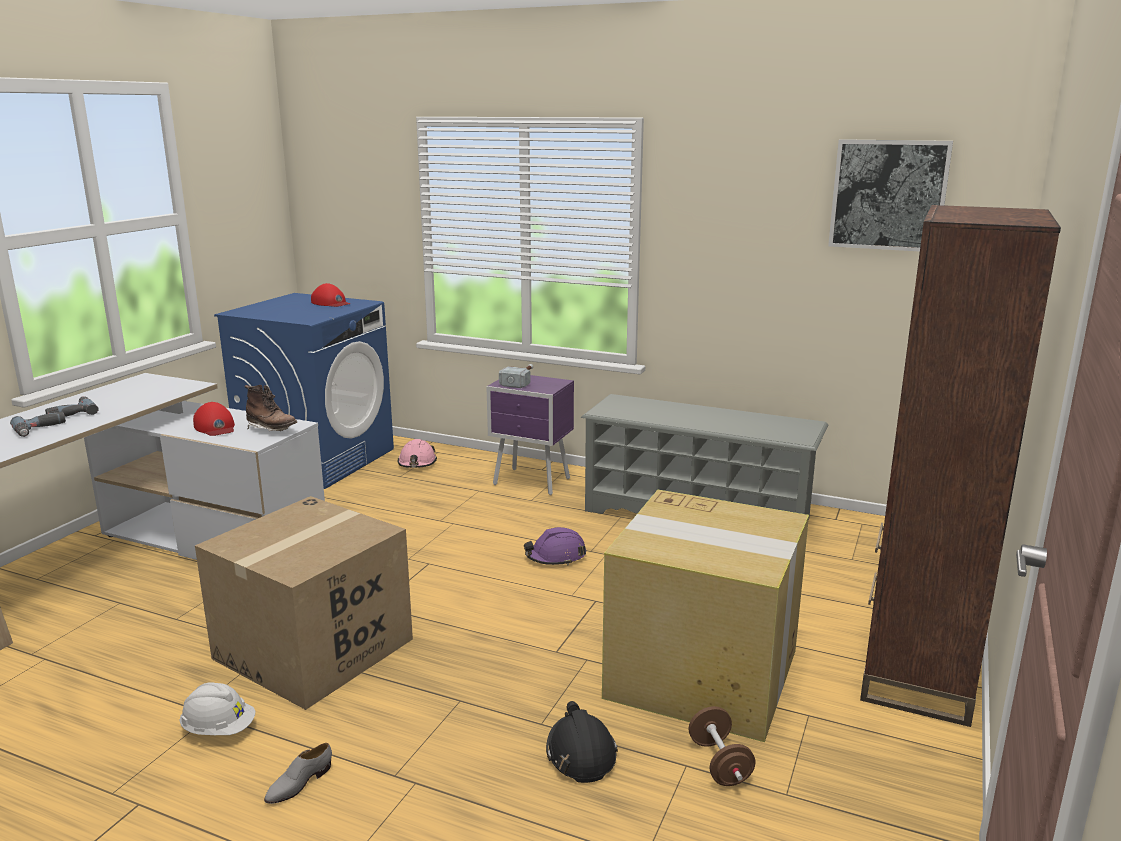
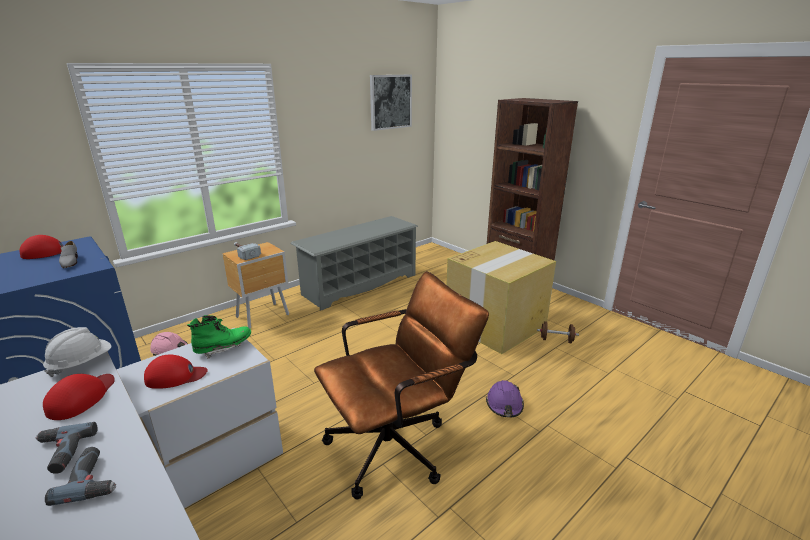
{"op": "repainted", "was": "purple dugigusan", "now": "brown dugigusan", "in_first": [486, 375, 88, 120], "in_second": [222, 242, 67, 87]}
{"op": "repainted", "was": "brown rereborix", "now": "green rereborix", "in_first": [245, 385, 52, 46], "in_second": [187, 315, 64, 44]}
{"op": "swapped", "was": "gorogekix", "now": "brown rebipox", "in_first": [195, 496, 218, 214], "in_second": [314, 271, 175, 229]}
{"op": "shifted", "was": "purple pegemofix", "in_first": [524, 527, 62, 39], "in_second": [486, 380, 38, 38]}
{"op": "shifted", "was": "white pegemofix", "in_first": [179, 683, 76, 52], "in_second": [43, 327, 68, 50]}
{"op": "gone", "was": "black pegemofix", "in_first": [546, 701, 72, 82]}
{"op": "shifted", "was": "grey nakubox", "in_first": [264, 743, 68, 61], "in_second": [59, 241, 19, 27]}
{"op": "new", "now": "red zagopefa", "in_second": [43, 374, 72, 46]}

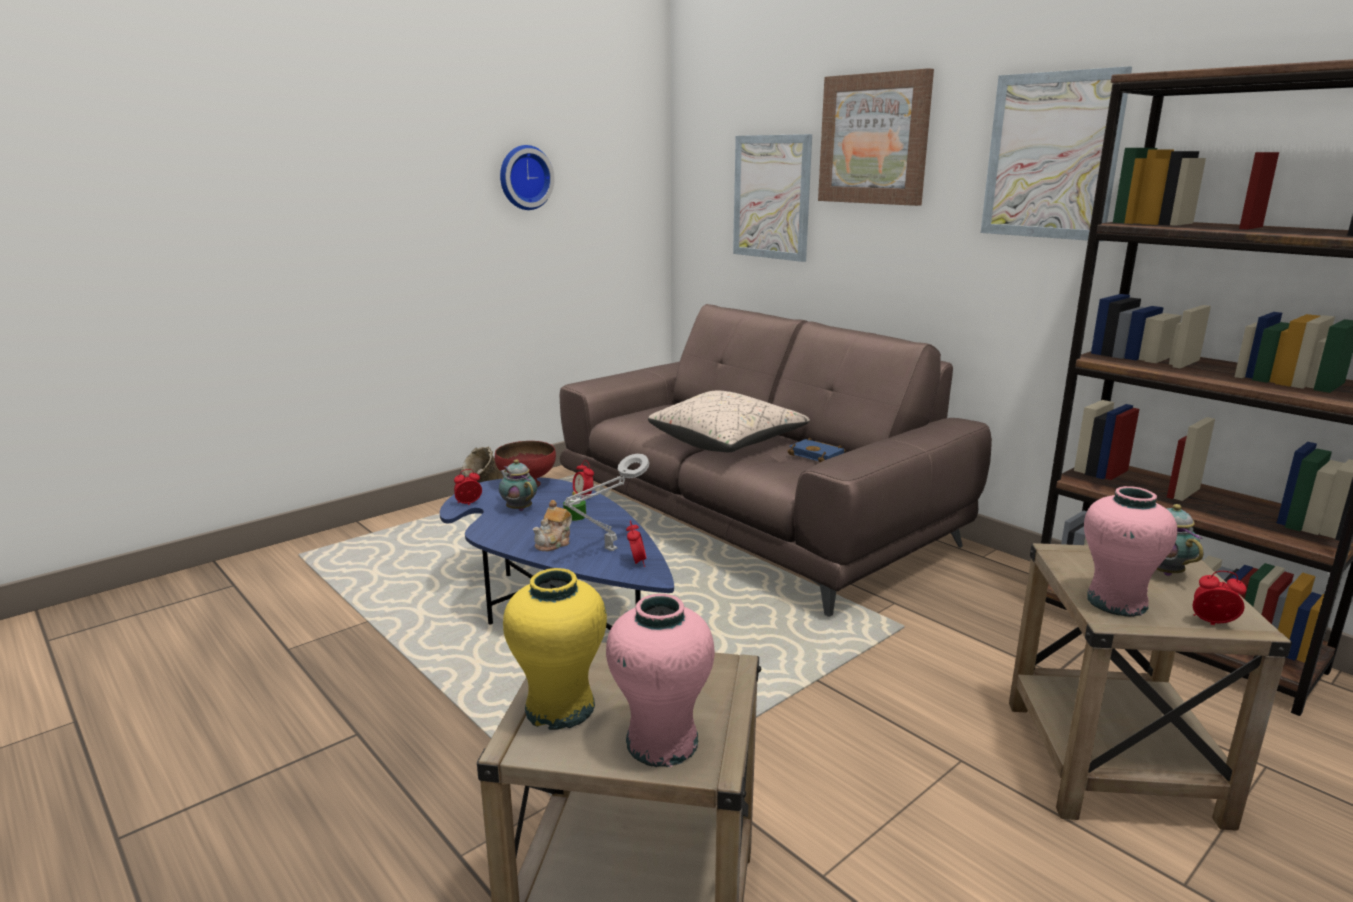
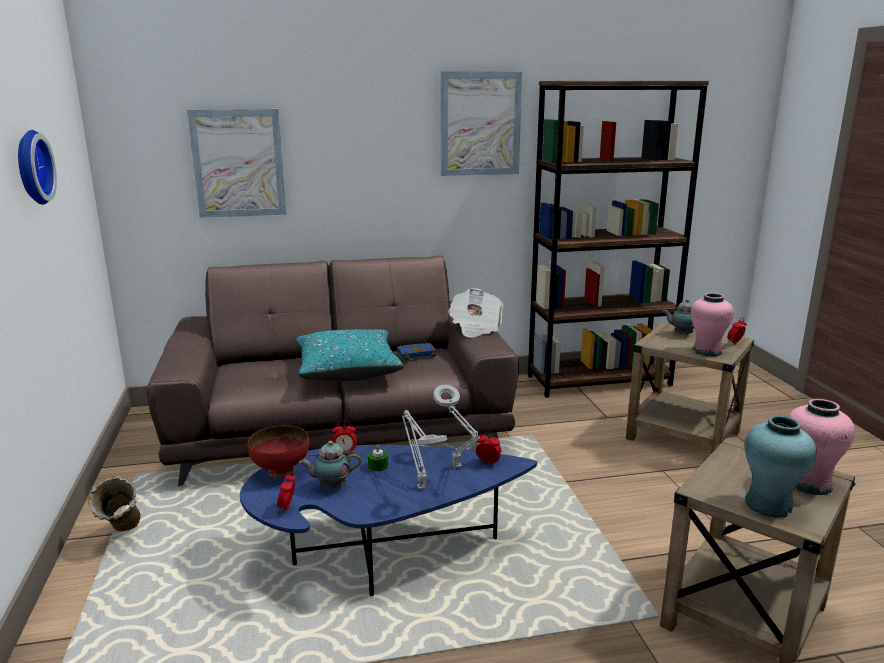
{"op": "gone", "was": "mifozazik", "in_first": [818, 68, 116, 138]}
{"op": "repainted", "was": "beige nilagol", "now": "turquoise nilagol", "in_first": [648, 390, 162, 62], "in_second": [296, 329, 108, 52]}
{"op": "swapped", "was": "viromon", "now": "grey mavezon", "in_first": [533, 500, 39, 51], "in_second": [402, 410, 45, 80]}
{"op": "repainted", "was": "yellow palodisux", "now": "turquoise palodisux", "in_first": [503, 568, 104, 162], "in_second": [744, 415, 73, 103]}
{"op": "new", "now": "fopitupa", "in_second": [448, 288, 56, 49]}

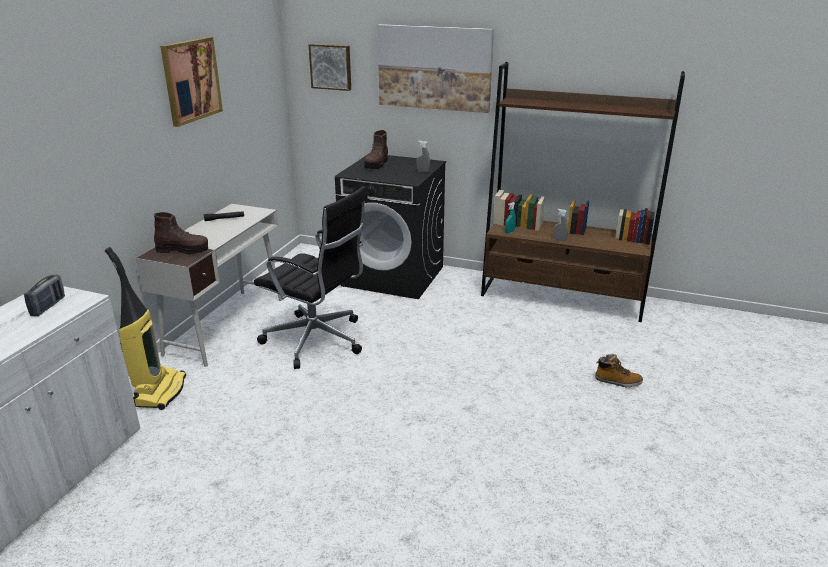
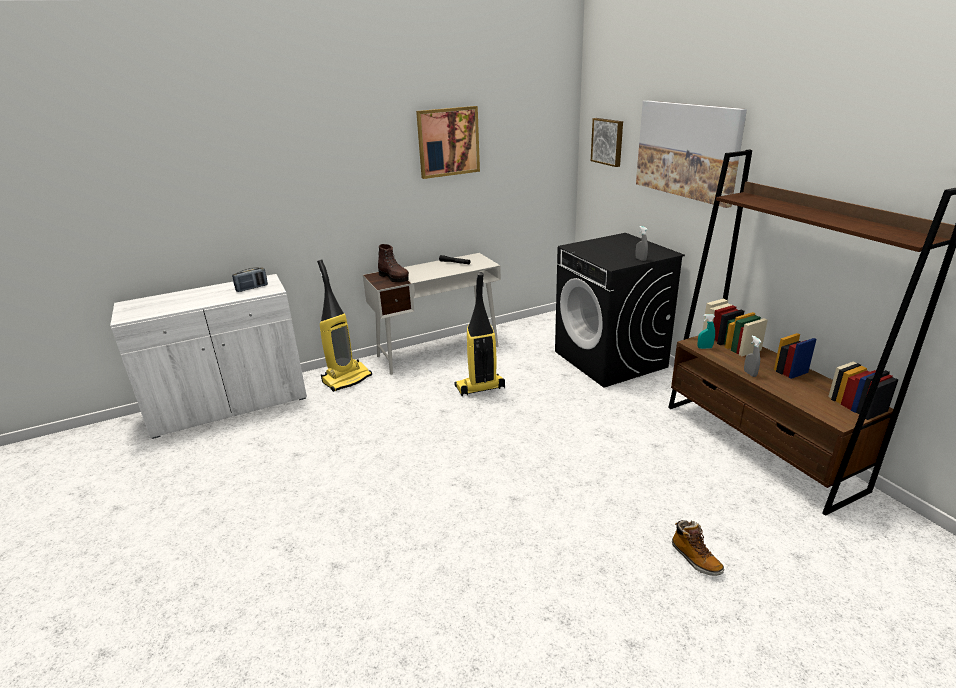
{"op": "gone", "was": "brown rereborix", "in_first": [364, 130, 24, 39]}
{"op": "swapped", "was": "black rebipox", "now": "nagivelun", "in_first": [254, 186, 114, 183], "in_second": [454, 272, 51, 124]}

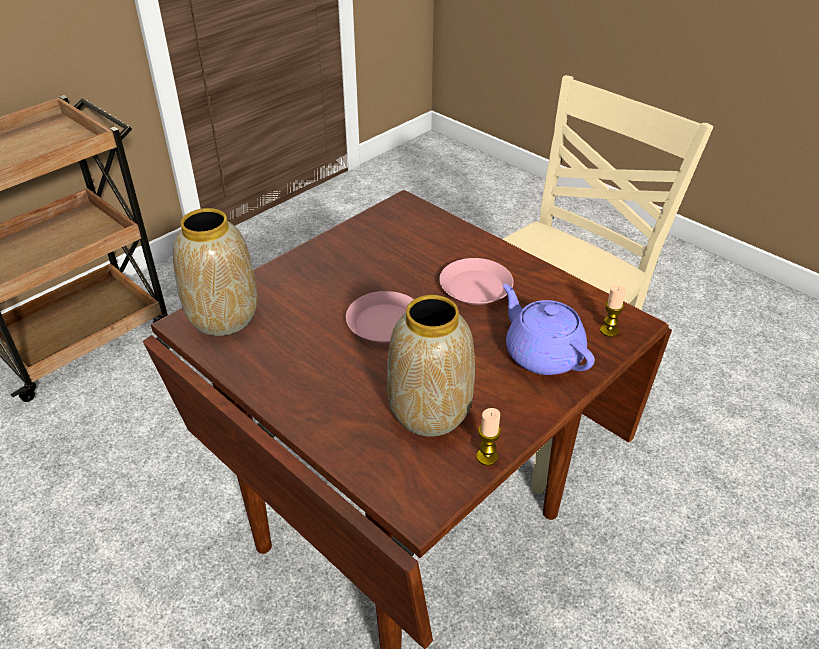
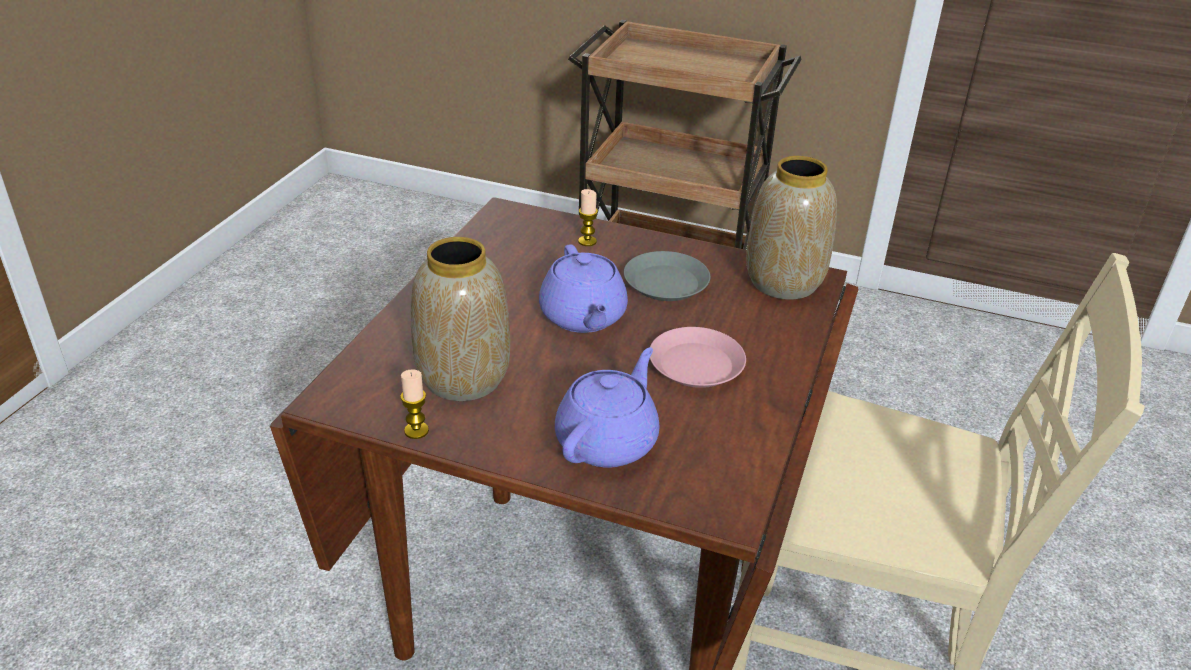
{"op": "shifted", "was": "palodisux", "in_first": [173, 208, 85, 128], "in_second": [746, 156, 91, 144]}
{"op": "shifted", "was": "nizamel", "in_first": [600, 285, 26, 52], "in_second": [578, 189, 20, 57]}
{"op": "swapped", "was": "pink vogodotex", "now": "purple viromon", "in_first": [346, 291, 68, 52], "in_second": [539, 244, 89, 89]}
{"op": "new", "now": "grey vogodotex", "in_second": [624, 251, 86, 50]}

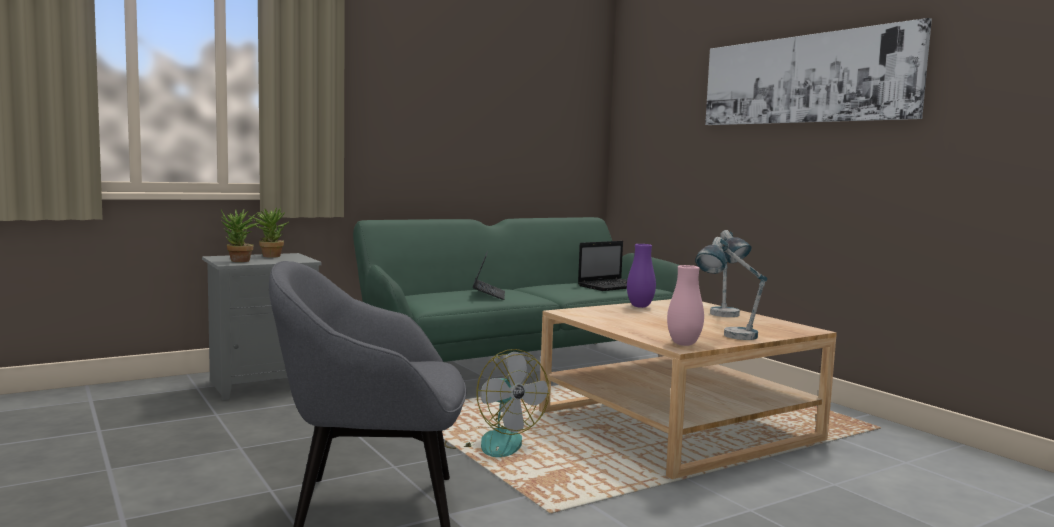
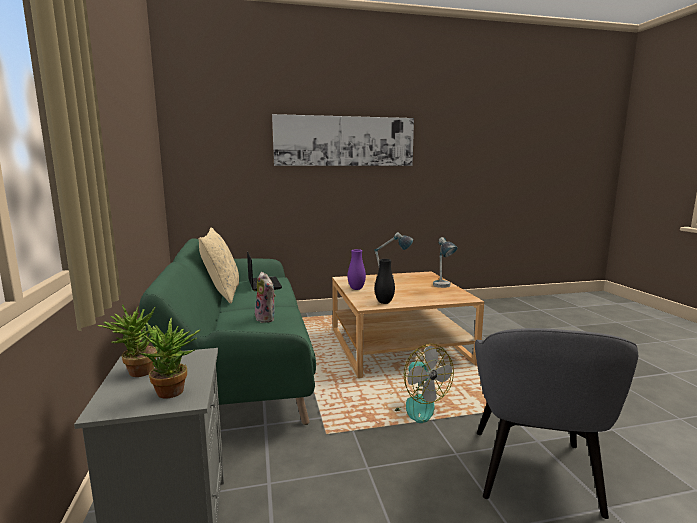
{"op": "swapped", "was": "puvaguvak", "now": "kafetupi", "in_first": [473, 250, 32, 50], "in_second": [255, 272, 21, 51]}
{"op": "gone", "was": "pink palodisux", "in_first": [667, 265, 37, 81]}
{"op": "rotated", "was": "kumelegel", "in_first": [444, 349, 106, 108], "in_second": [394, 344, 60, 79], "clockwise": 75}
{"op": "new", "now": "beige nilagol", "in_second": [198, 227, 41, 77]}
{"op": "new", "now": "black palodisux", "in_second": [375, 259, 20, 45]}

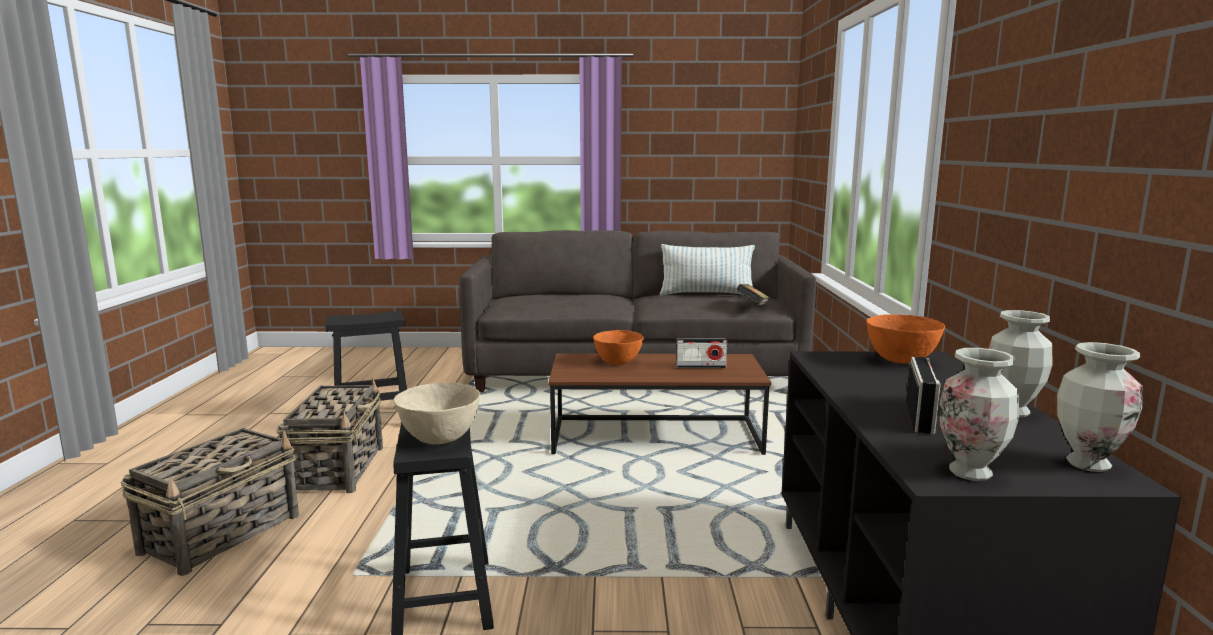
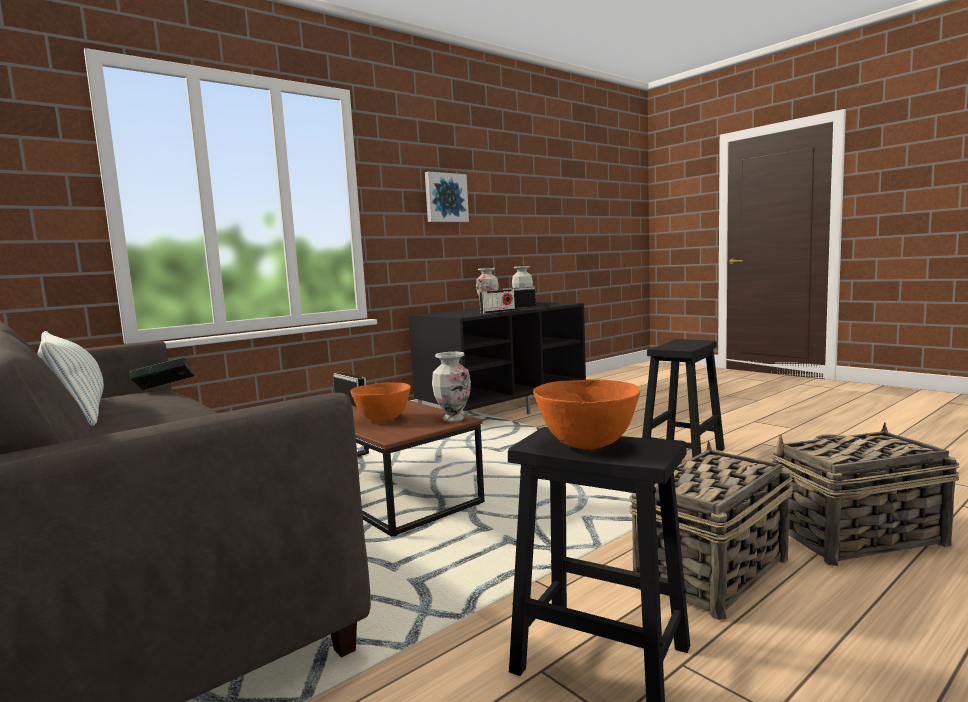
{"op": "shifted", "was": "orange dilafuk", "in_first": [866, 314, 79, 49], "in_second": [533, 379, 107, 70]}
{"op": "shifted", "was": "palodisux", "in_first": [939, 348, 80, 133], "in_second": [432, 352, 39, 70]}
{"op": "gone", "was": "beige dilafuk", "in_first": [394, 382, 86, 63]}
{"op": "new", "now": "mifozazik", "in_second": [425, 172, 44, 50]}
{"op": "new", "now": "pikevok", "in_second": [479, 289, 36, 25]}

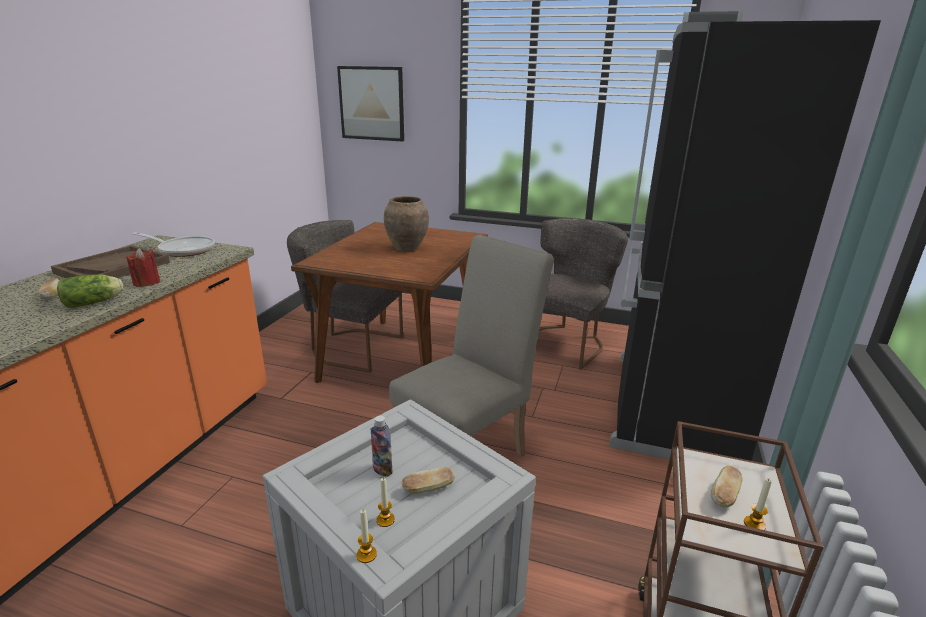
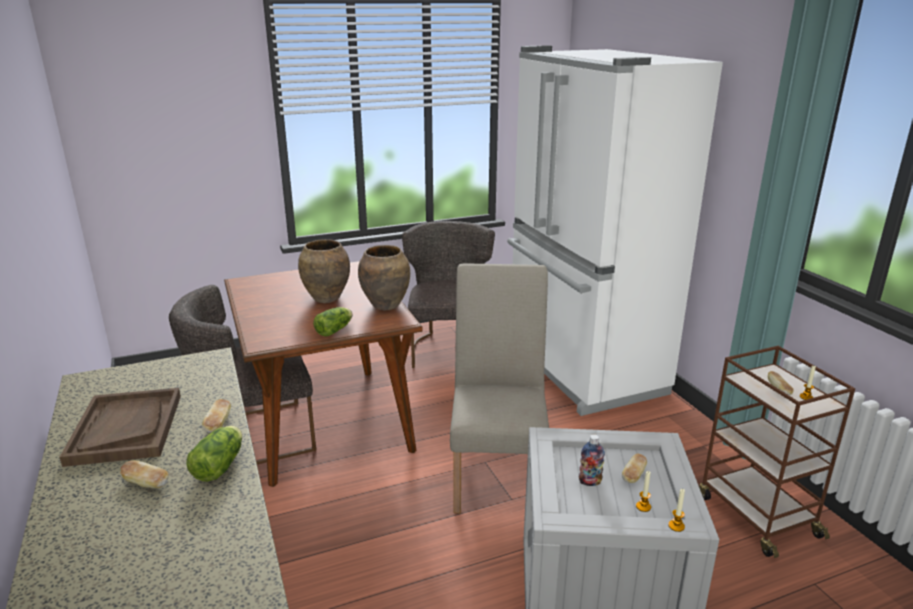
{"op": "repainted", "was": "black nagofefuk", "now": "white nagofefuk", "in_first": [609, 11, 272, 450], "in_second": [507, 45, 216, 371]}
{"op": "gone", "was": "mifozazik", "in_first": [337, 66, 67, 76]}
{"op": "gone", "was": "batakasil", "in_first": [133, 232, 82, 25]}
{"op": "swapped", "was": "red nizamel", "now": "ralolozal", "in_first": [126, 248, 34, 39], "in_second": [202, 399, 29, 34]}
{"op": "new", "now": "brown palodisux", "in_second": [358, 245, 52, 65]}
{"op": "new", "now": "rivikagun", "in_second": [313, 307, 39, 29]}

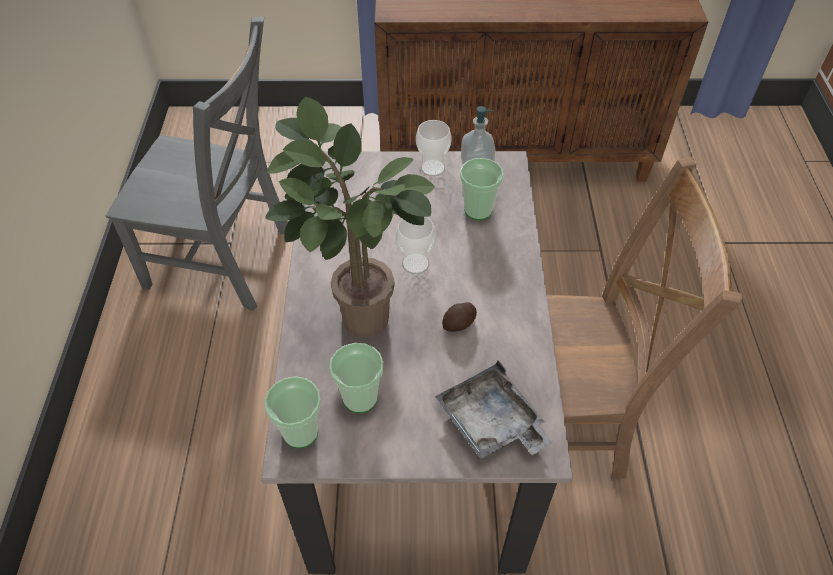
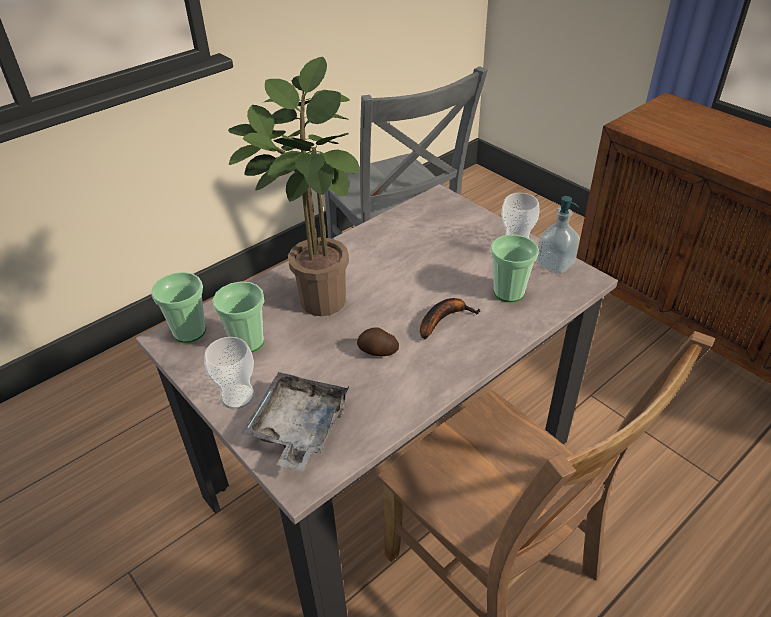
{"op": "shifted", "was": "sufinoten", "in_first": [396, 217, 40, 57], "in_second": [204, 337, 50, 72]}
{"op": "new", "now": "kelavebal", "in_second": [420, 298, 60, 42]}

